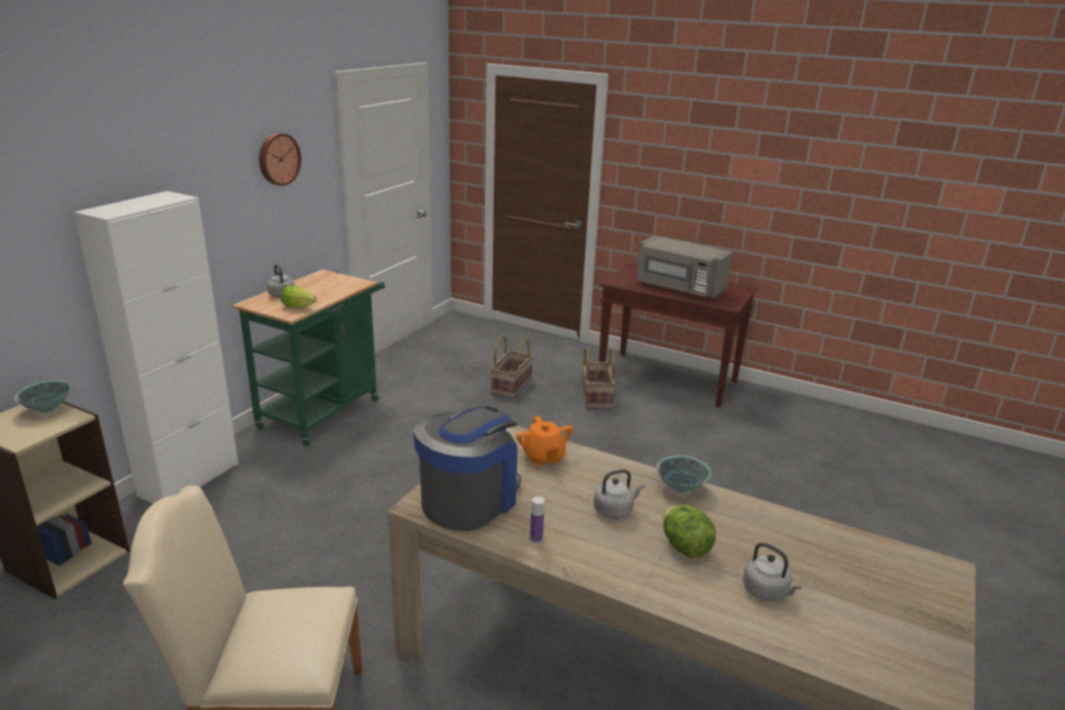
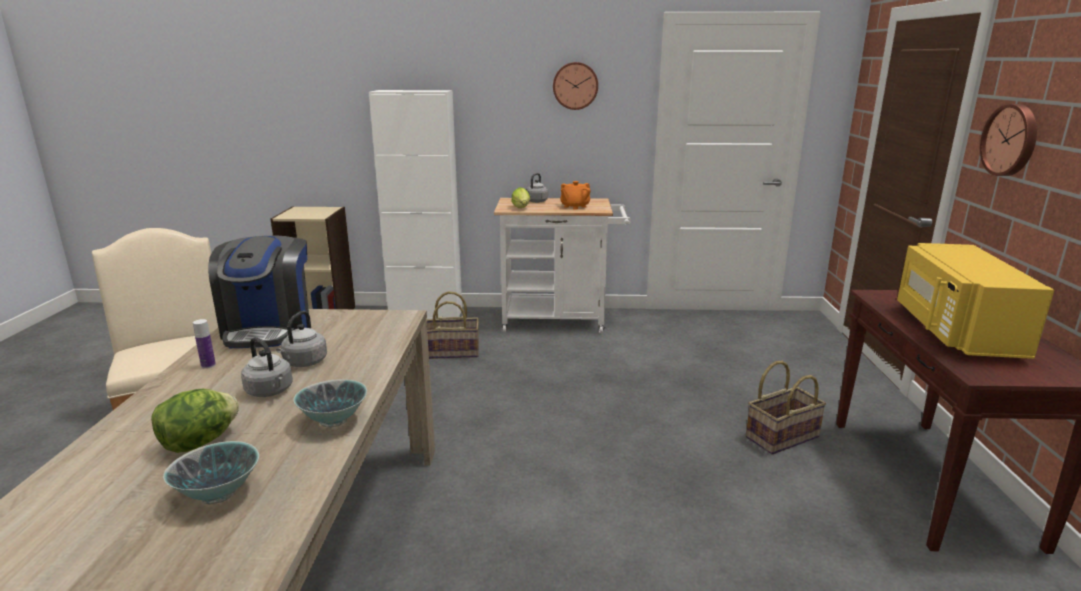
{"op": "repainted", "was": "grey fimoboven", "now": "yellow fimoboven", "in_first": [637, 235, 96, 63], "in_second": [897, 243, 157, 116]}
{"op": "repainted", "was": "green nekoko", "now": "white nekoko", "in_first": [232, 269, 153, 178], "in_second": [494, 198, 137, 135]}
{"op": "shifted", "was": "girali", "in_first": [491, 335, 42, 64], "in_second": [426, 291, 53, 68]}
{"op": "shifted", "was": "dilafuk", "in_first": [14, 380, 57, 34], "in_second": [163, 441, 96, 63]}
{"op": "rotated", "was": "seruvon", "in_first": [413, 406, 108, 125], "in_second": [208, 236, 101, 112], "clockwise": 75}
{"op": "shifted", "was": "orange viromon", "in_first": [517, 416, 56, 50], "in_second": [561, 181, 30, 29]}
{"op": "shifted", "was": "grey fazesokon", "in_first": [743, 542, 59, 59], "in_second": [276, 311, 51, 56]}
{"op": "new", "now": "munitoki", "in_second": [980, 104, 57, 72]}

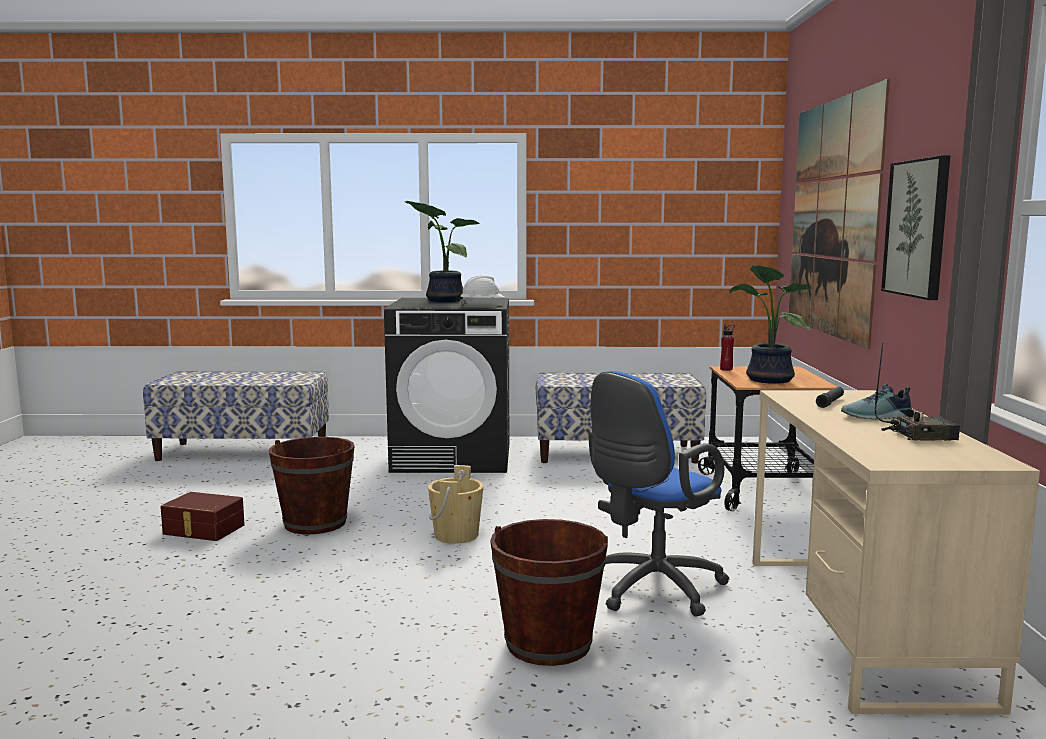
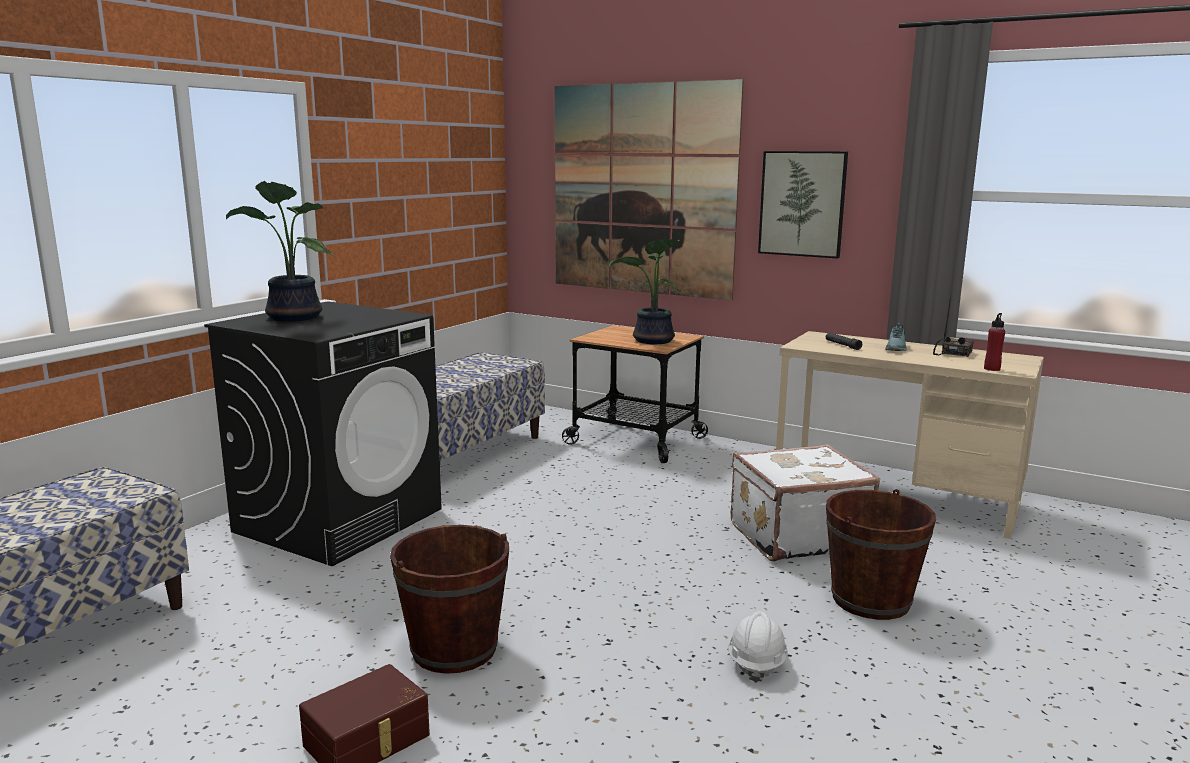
{"op": "shifted", "was": "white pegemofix", "in_first": [460, 275, 44, 31], "in_second": [728, 611, 60, 72]}
{"op": "shifted", "was": "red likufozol", "in_first": [720, 324, 15, 47], "in_second": [984, 313, 21, 58]}
{"op": "swapped", "was": "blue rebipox", "now": "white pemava", "in_first": [588, 371, 142, 246], "in_second": [731, 444, 149, 118]}
{"op": "gone", "was": "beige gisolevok", "in_first": [428, 465, 56, 79]}

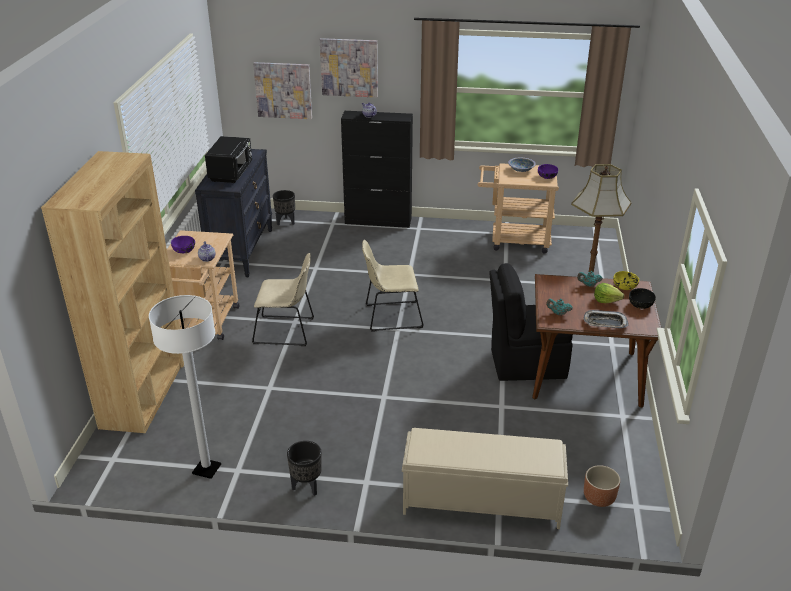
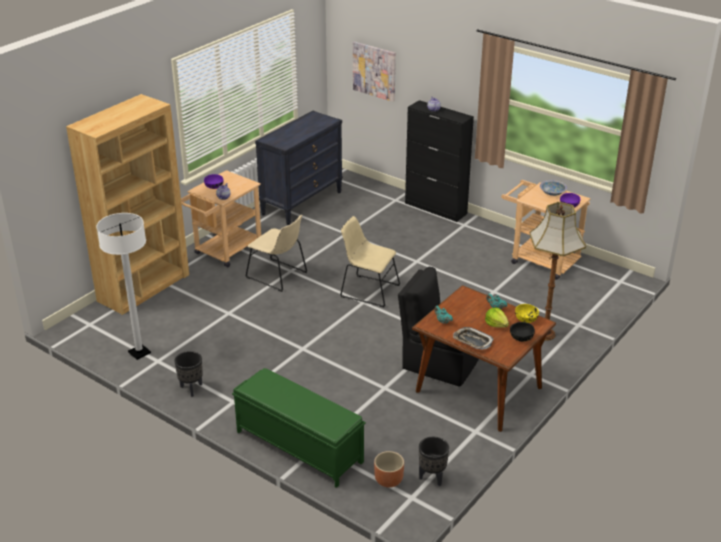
{"op": "gone", "was": "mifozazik", "in_first": [320, 38, 58, 60]}
{"op": "gone", "was": "black fimoboven", "in_first": [205, 136, 47, 47]}
{"op": "shifted", "was": "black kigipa", "in_first": [273, 190, 22, 35], "in_second": [419, 437, 30, 49]}
{"op": "repainted", "was": "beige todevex", "now": "green todevex", "in_first": [402, 428, 166, 101], "in_second": [232, 368, 134, 120]}

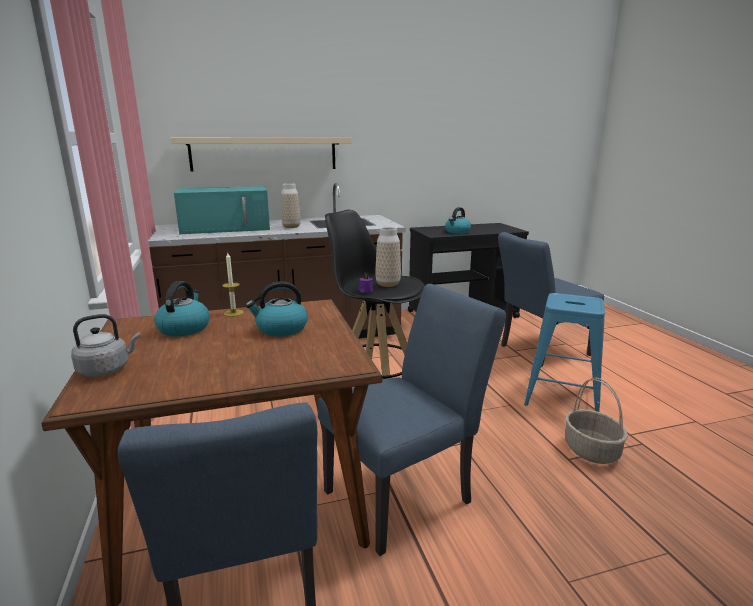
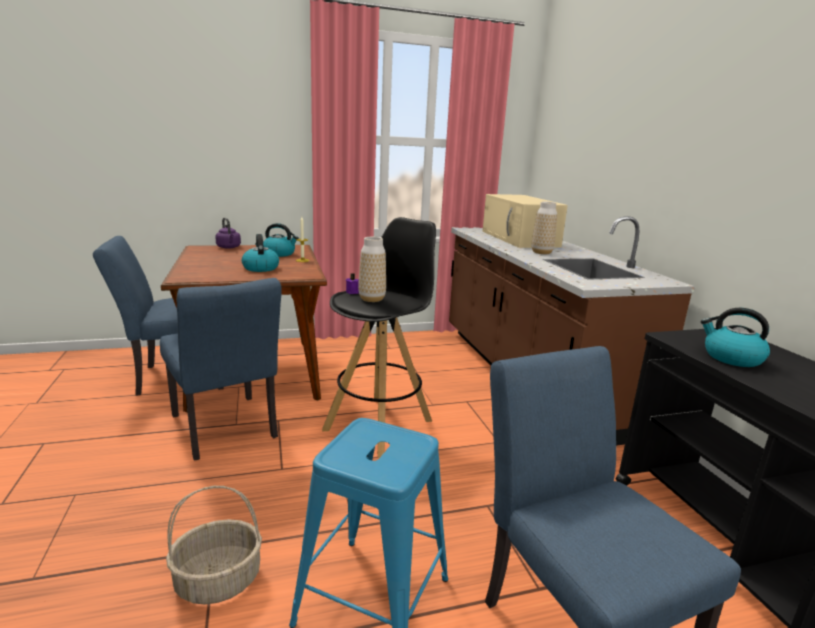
{"op": "gone", "was": "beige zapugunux", "in_first": [171, 137, 181, 35]}
{"op": "repainted", "was": "turquoise fimoboven", "now": "beige fimoboven", "in_first": [174, 186, 96, 48], "in_second": [482, 194, 86, 54]}
{"op": "repainted", "was": "grey fazesokon", "now": "purple fazesokon", "in_first": [71, 314, 70, 63], "in_second": [215, 218, 26, 31]}

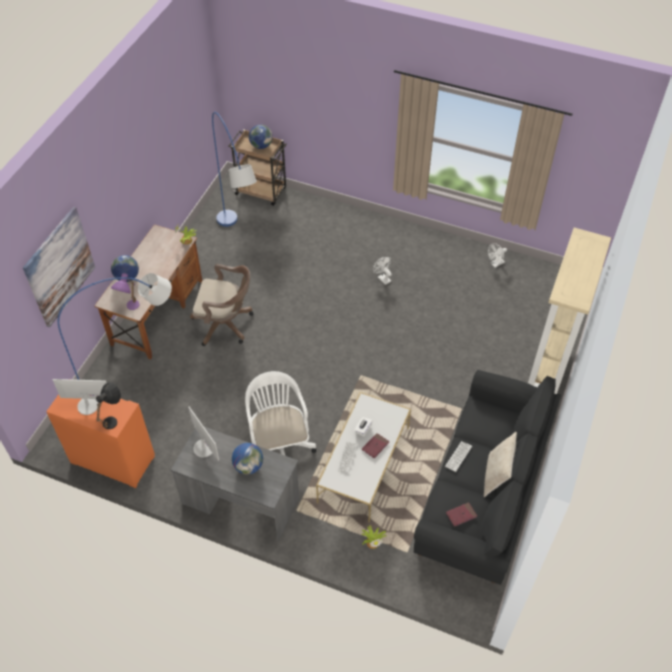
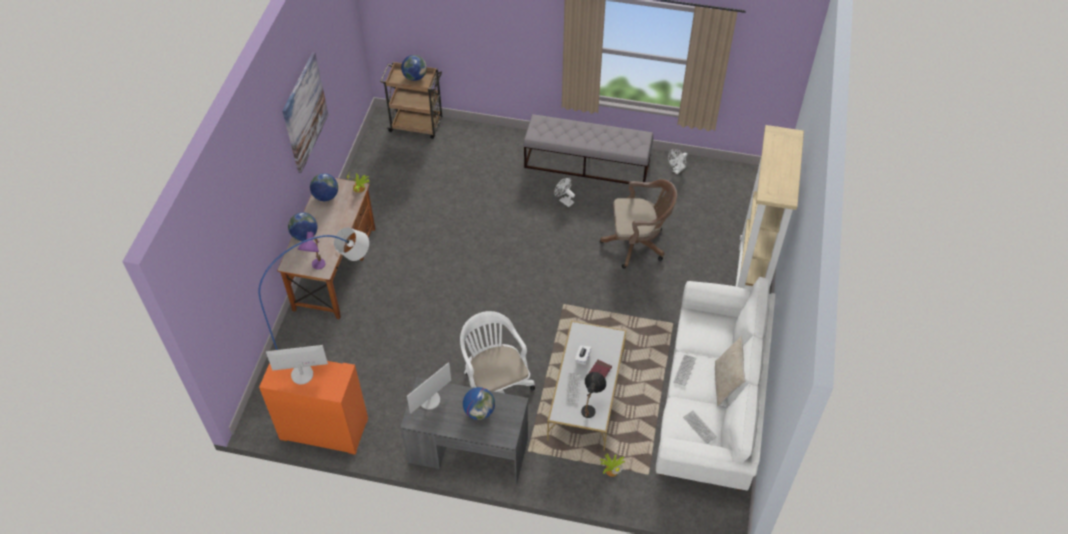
{"op": "gone", "was": "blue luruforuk", "in_first": [212, 112, 45, 115]}
{"op": "shifted", "was": "mifozazik", "in_first": [23, 206, 72, 121], "in_second": [282, 52, 47, 121]}
{"op": "shifted", "was": "brown rebipox", "in_first": [190, 264, 63, 82], "in_second": [600, 179, 77, 90]}
{"op": "repainted", "was": "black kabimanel", "now": "white kabimanel", "in_first": [414, 370, 147, 215], "in_second": [656, 277, 119, 214]}
{"op": "shifted", "was": "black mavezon", "in_first": [96, 382, 25, 47], "in_second": [581, 372, 25, 46]}
{"op": "rotated", "was": "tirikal", "in_first": [188, 407, 31, 54], "in_second": [407, 362, 44, 52], "clockwise": 90}
{"op": "swapped", "was": "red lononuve", "now": "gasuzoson", "in_first": [446, 502, 31, 25], "in_second": [683, 410, 34, 34]}
{"op": "new", "now": "grey todevex", "in_second": [523, 114, 130, 70]}
{"op": "new", "now": "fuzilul", "in_second": [310, 173, 28, 28]}

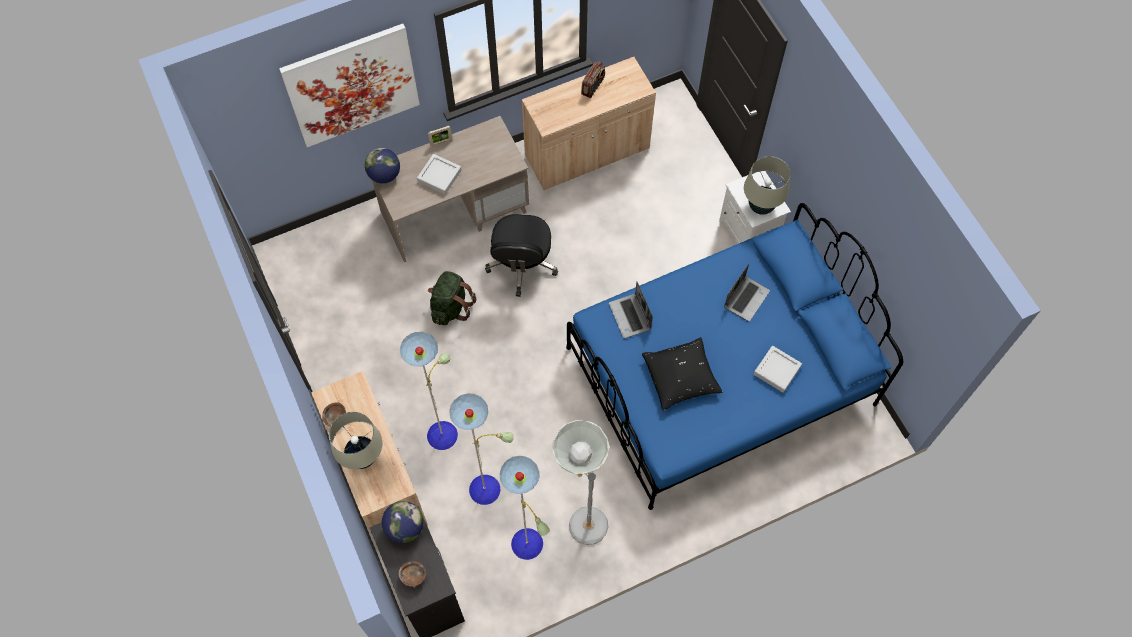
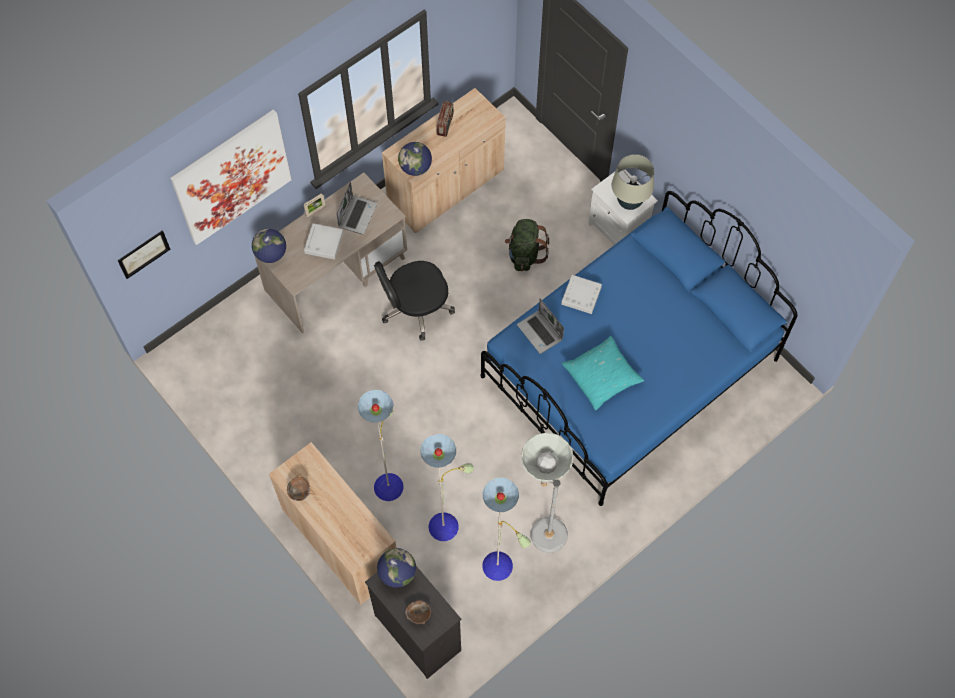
{"op": "rotated", "was": "black rebipox", "in_first": [485, 214, 73, 83], "in_second": [374, 261, 81, 80], "clockwise": 75}
{"op": "shifted", "was": "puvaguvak", "in_first": [724, 264, 46, 57], "in_second": [336, 182, 41, 53]}
{"op": "shifted", "was": "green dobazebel", "in_first": [428, 271, 48, 54], "in_second": [505, 219, 44, 52]}
{"op": "repainted", "was": "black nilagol", "now": "turquoise nilagol", "in_first": [642, 337, 80, 73], "in_second": [562, 336, 82, 74]}
{"op": "shifted", "was": "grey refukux", "in_first": [754, 346, 48, 47], "in_second": [561, 275, 41, 39]}
{"op": "gone", "was": "beige mavezon", "in_first": [329, 412, 53, 57]}
{"op": "new", "now": "fuzilul", "in_second": [398, 142, 34, 34]}
{"op": "new", "now": "mifozazik", "in_second": [118, 230, 53, 49]}

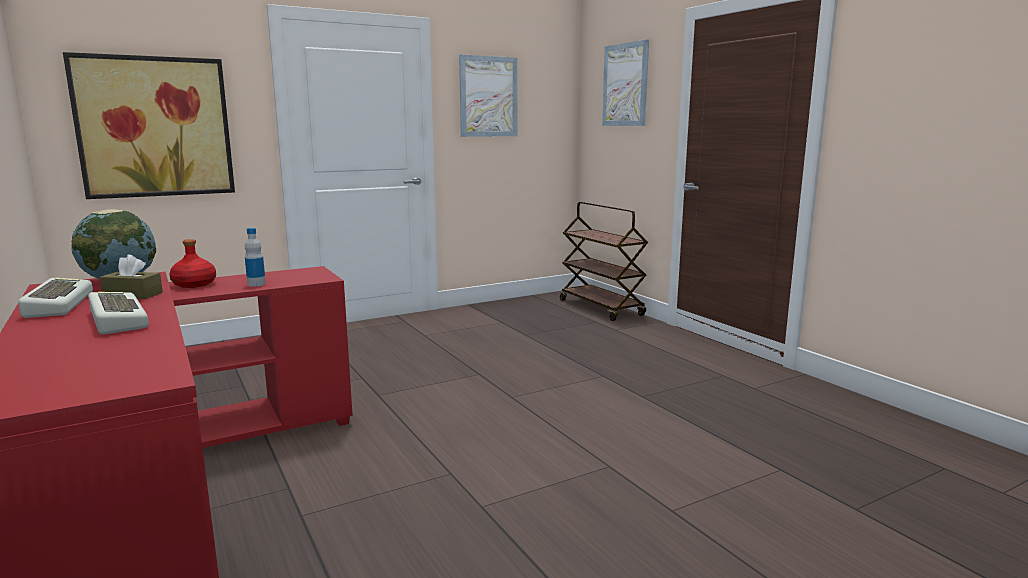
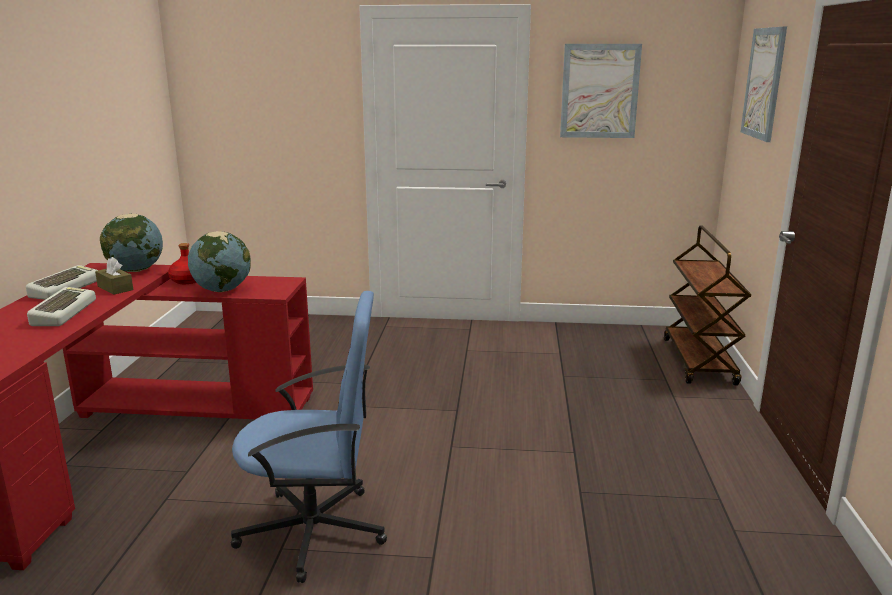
{"op": "gone", "was": "mifozazik", "in_first": [63, 52, 172, 147]}
{"op": "swapped", "was": "likufozol", "now": "fuzilul", "in_first": [245, 228, 21, 59], "in_second": [188, 231, 63, 61]}
{"op": "new", "now": "blue rebipox", "in_second": [231, 291, 156, 292]}

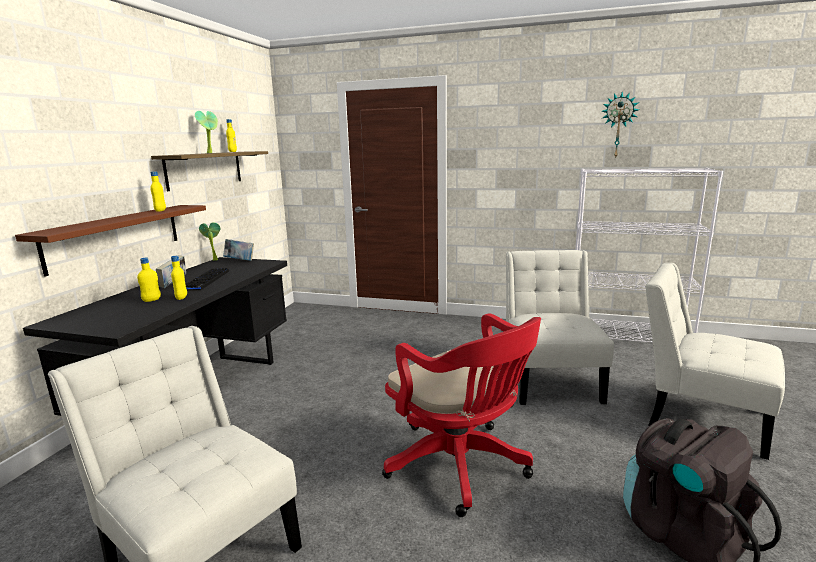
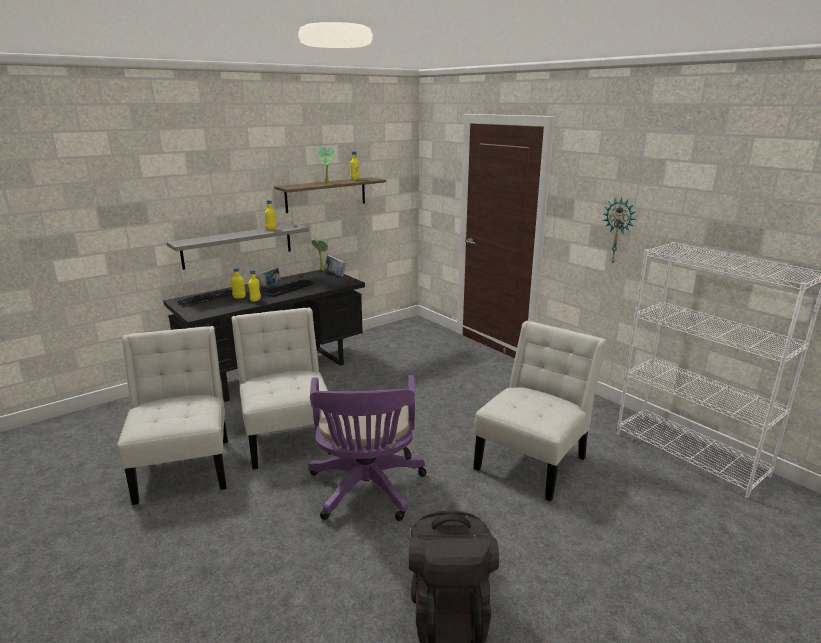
{"op": "shifted", "was": "munitoki", "in_first": [601, 92, 38, 67], "in_second": [602, 197, 34, 68]}
{"op": "repainted", "was": "brown zapugunux", "now": "grey zapugunux", "in_first": [15, 205, 191, 72], "in_second": [167, 224, 142, 46]}
{"op": "shifted", "was": "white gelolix", "in_first": [645, 263, 140, 197], "in_second": [232, 307, 98, 162]}
{"op": "repainted", "was": "red rebipox", "now": "purple rebipox", "in_first": [382, 313, 159, 204], "in_second": [308, 375, 119, 146]}
{"op": "new", "now": "gasuzoson", "in_second": [177, 289, 55, 18]}

